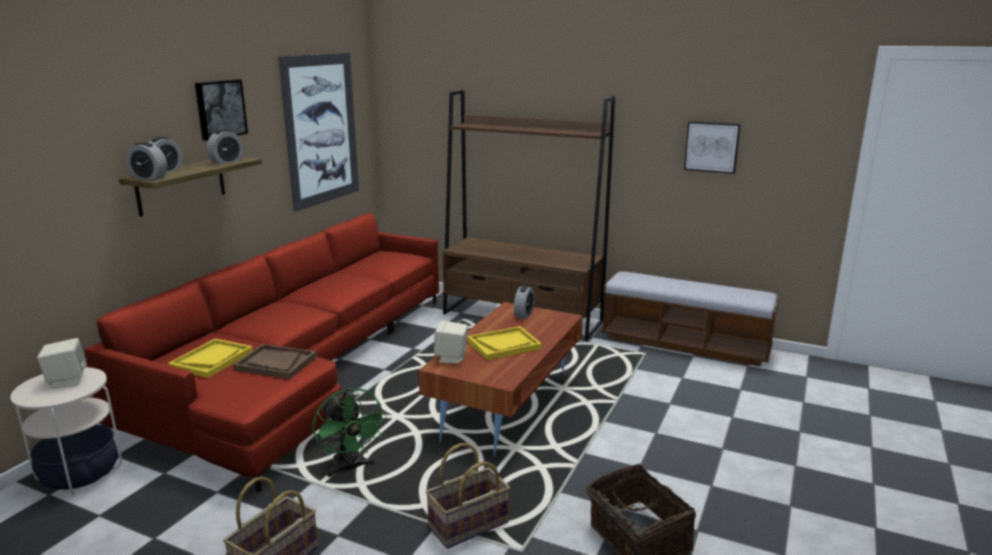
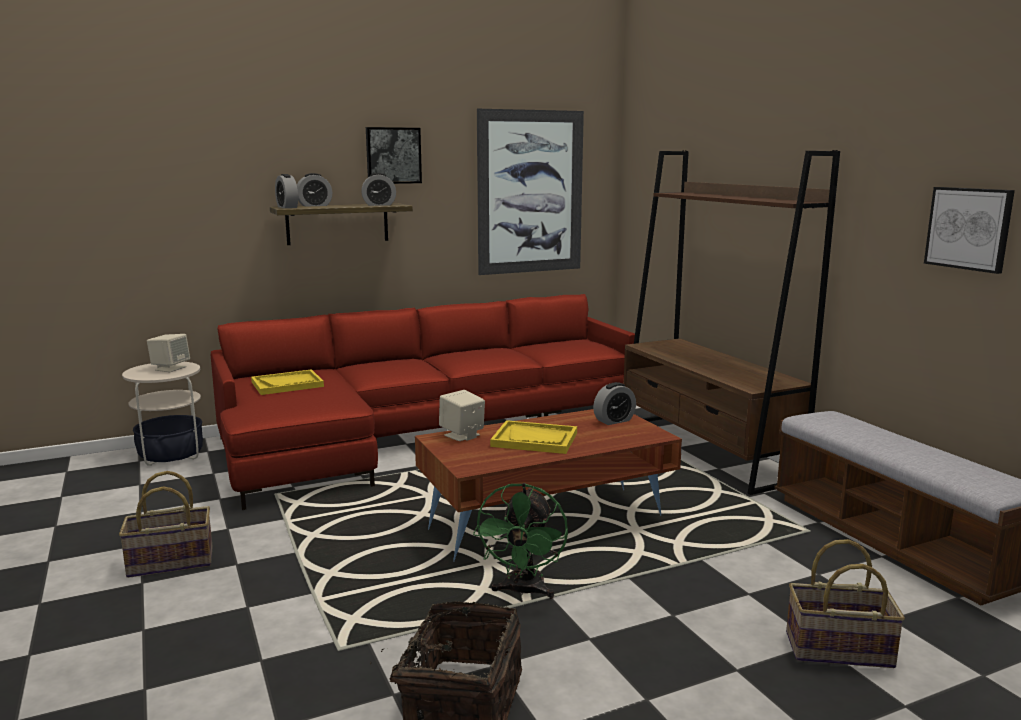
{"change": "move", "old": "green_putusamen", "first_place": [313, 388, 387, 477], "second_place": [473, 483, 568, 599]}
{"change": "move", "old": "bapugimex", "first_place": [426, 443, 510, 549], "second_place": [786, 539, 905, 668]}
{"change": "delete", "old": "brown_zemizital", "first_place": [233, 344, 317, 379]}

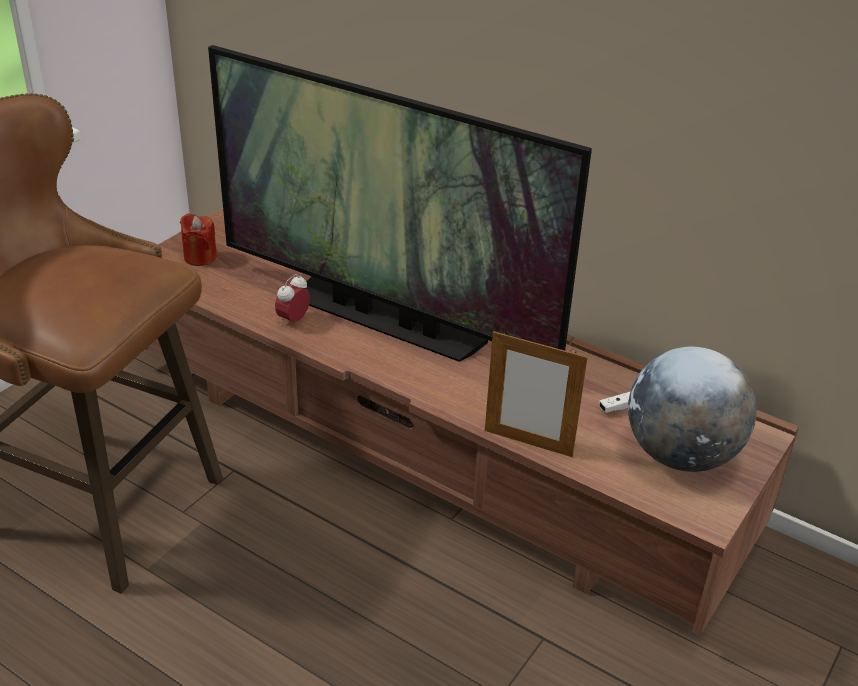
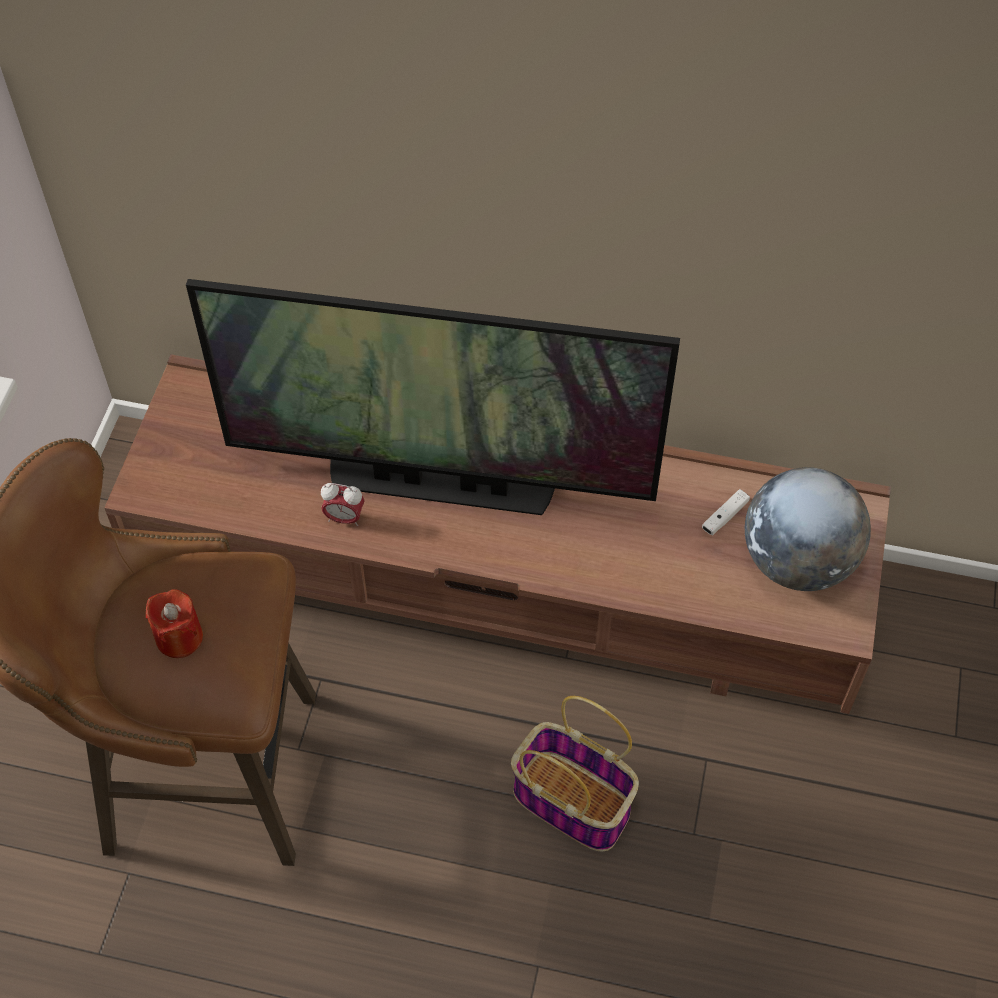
{"change": "move", "old": "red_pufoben", "first_place": [180, 213, 217, 266], "second_place": [146, 589, 203, 658]}
{"change": "rotate", "old": "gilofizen", "first_place": [275, 274, 310, 325], "second_place": [321, 483, 365, 526], "degrees": -90}
{"change": "insert", "new": "bapugimex", "second_place": [511, 696, 639, 852]}
{"change": "delete", "old": "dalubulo", "first_place": [485, 331, 588, 457]}

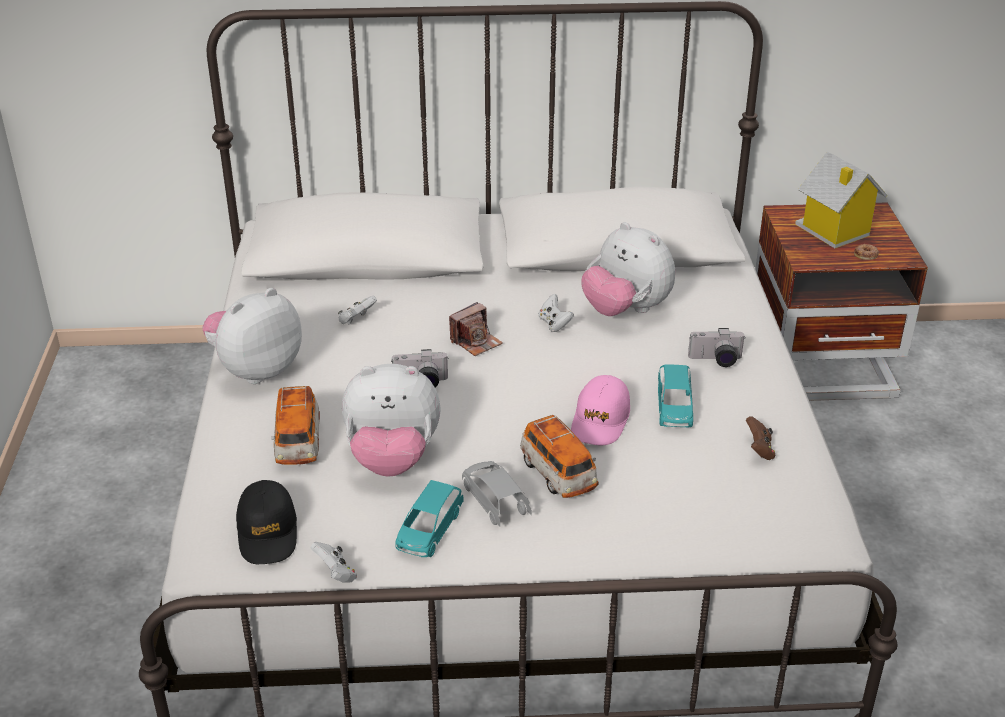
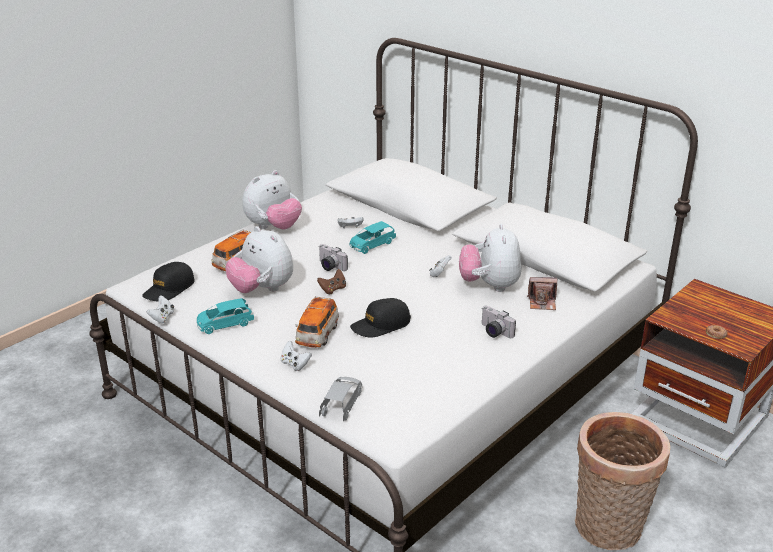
{"change": "rotate", "old": "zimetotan", "first_place": [202, 288, 302, 384], "second_place": [242, 170, 302, 230], "degrees": 135}
{"change": "insert", "new": "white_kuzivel", "second_place": [280, 341, 312, 371]}
{"change": "move", "old": "brown_kuzivel", "first_place": [746, 416, 775, 460], "second_place": [317, 269, 346, 294]}
{"change": "move", "old": "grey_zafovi", "first_place": [462, 461, 532, 527], "second_place": [319, 377, 362, 421]}
{"change": "move", "old": "turquoise_zafovi", "first_place": [658, 365, 693, 428], "second_place": [350, 221, 396, 254]}
{"change": "recolor", "old": "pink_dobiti", "new": "black_dobiti", "first_place": [571, 375, 630, 446], "second_place": [350, 298, 411, 337]}
{"change": "move", "old": "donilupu", "first_place": [449, 302, 503, 356], "second_place": [527, 277, 557, 310]}
{"change": "insert", "new": "bapugimex", "second_place": [575, 412, 670, 550]}
{"change": "delete", "old": "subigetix", "first_place": [795, 151, 887, 248]}

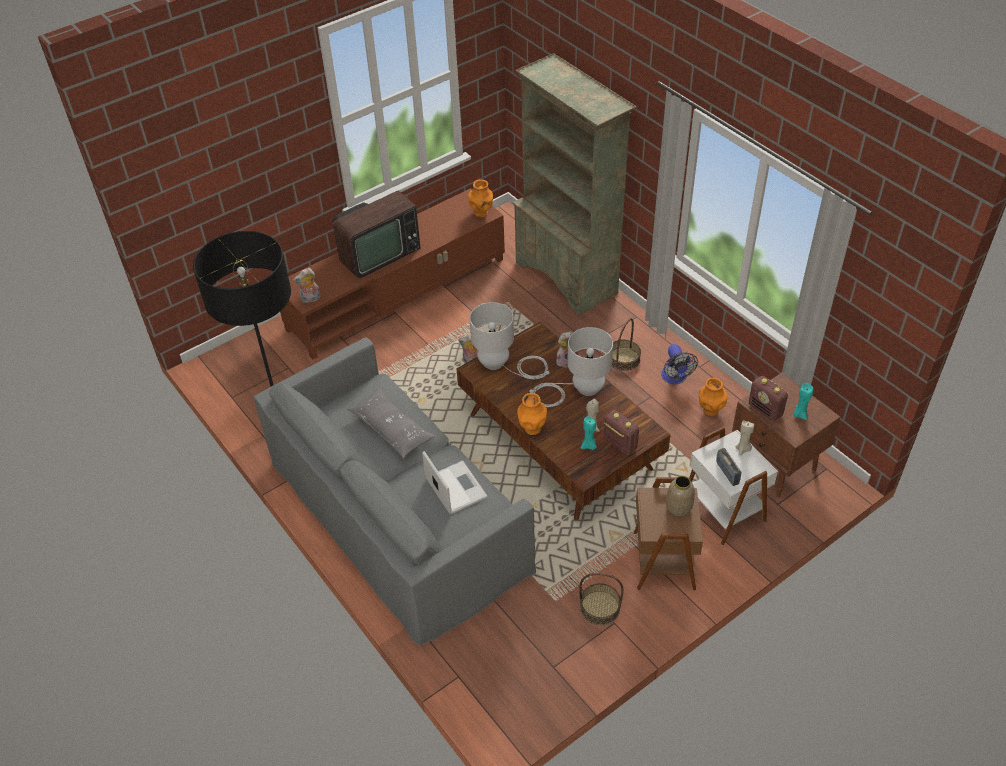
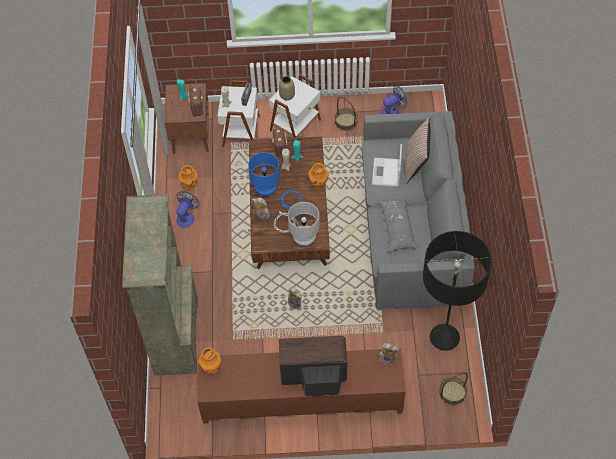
{"change": "recolor", "old": "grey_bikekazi", "new": "blue_bikekazi", "first_place": [529, 327, 613, 407], "second_place": [248, 152, 302, 209]}
{"change": "recolor", "old": "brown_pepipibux", "new": "white_pepipibux", "first_place": [634, 477, 703, 590], "second_place": [269, 74, 321, 138]}
{"change": "insert", "new": "putusamen", "second_place": [381, 86, 407, 114]}
{"change": "insert", "new": "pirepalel", "second_place": [405, 117, 430, 184]}
{"change": "move", "old": "bapugimex", "first_place": [612, 318, 641, 371], "second_place": [439, 373, 468, 406]}

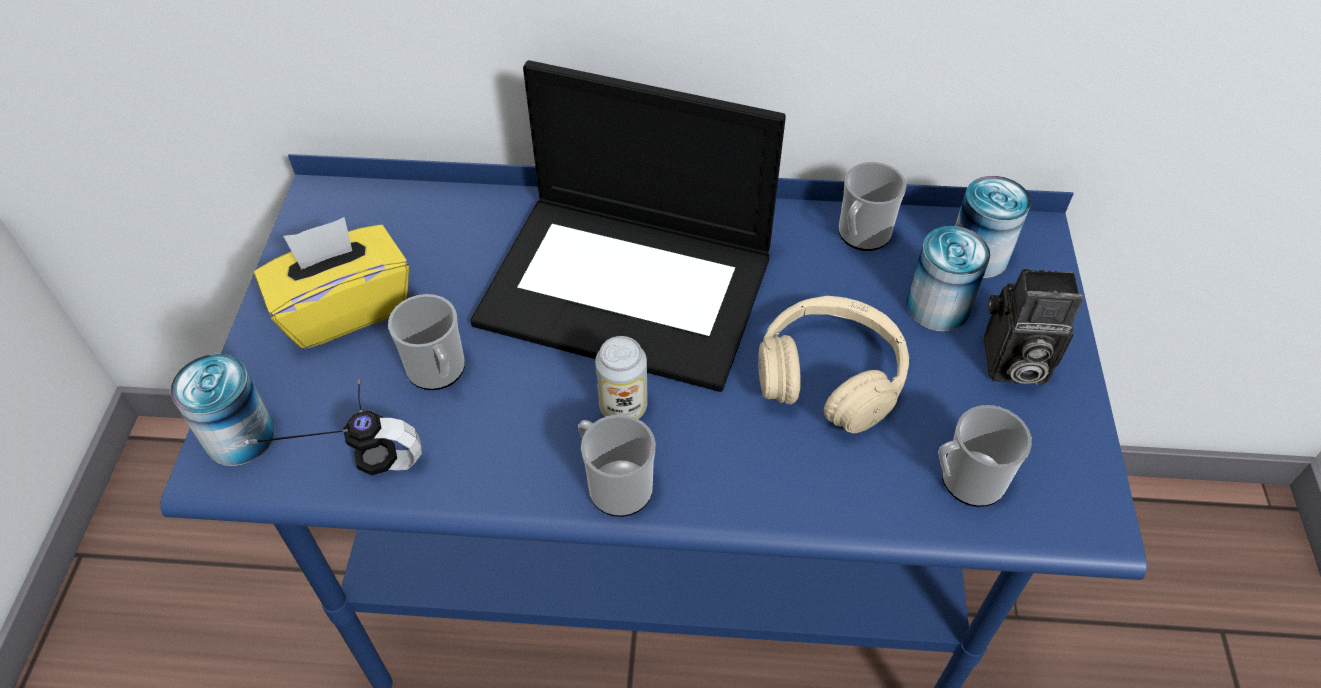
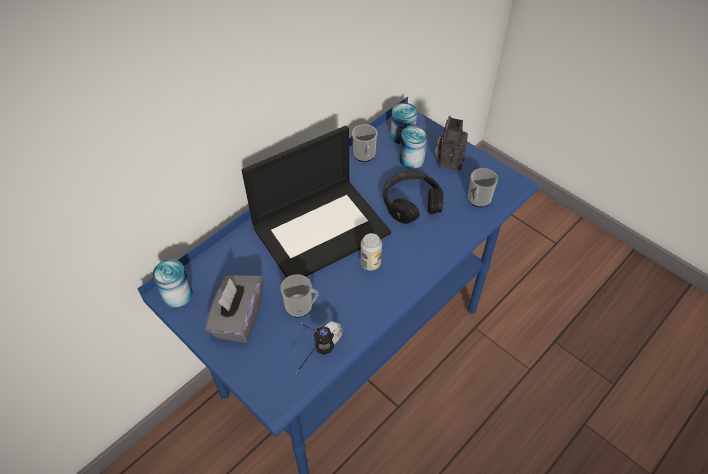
{"change": "move", "old": "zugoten", "first_place": [171, 354, 275, 466], "second_place": [152, 259, 193, 307]}
{"change": "recolor", "old": "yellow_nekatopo", "new": "grey_nekatopo", "first_place": [254, 217, 409, 349], "second_place": [205, 275, 263, 343]}
{"change": "recolor", "old": "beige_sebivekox", "new": "black_sebivekox", "first_place": [758, 296, 909, 433], "second_place": [383, 171, 444, 224]}
{"change": "rotate", "old": "donilupu", "first_place": [984, 269, 1084, 385], "second_place": [435, 116, 468, 171], "degrees": 150}
{"change": "delete", "old": "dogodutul", "first_place": [578, 415, 656, 517]}

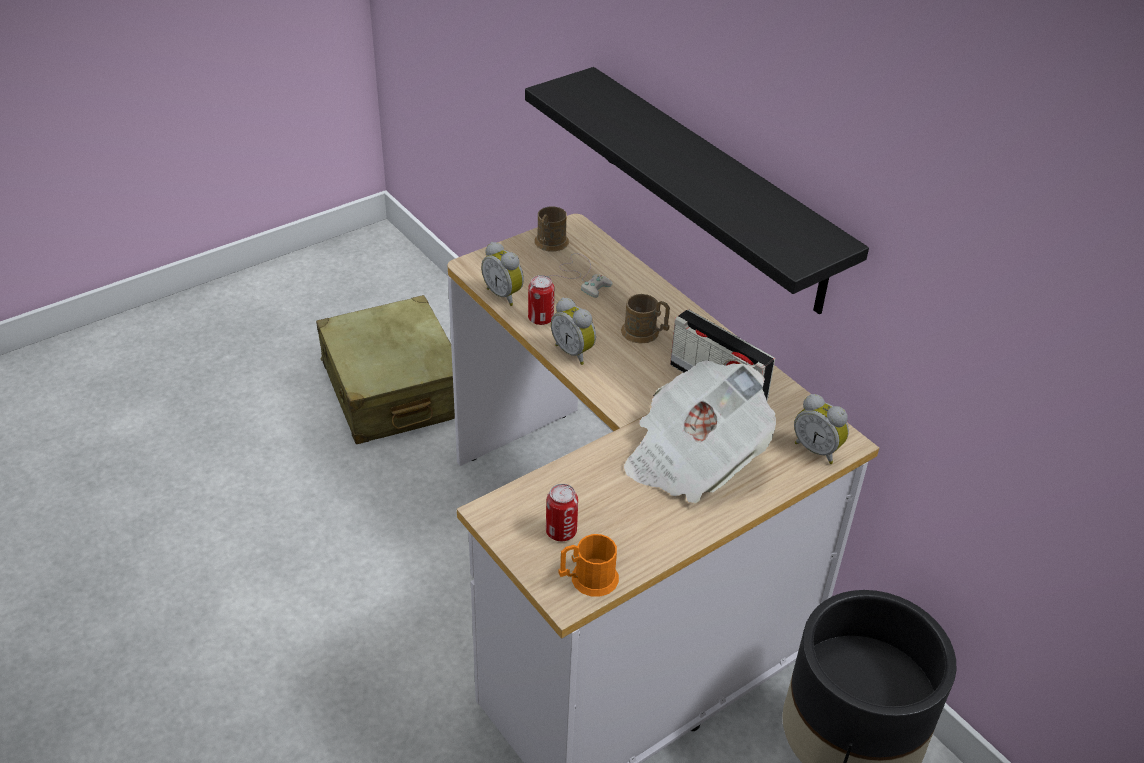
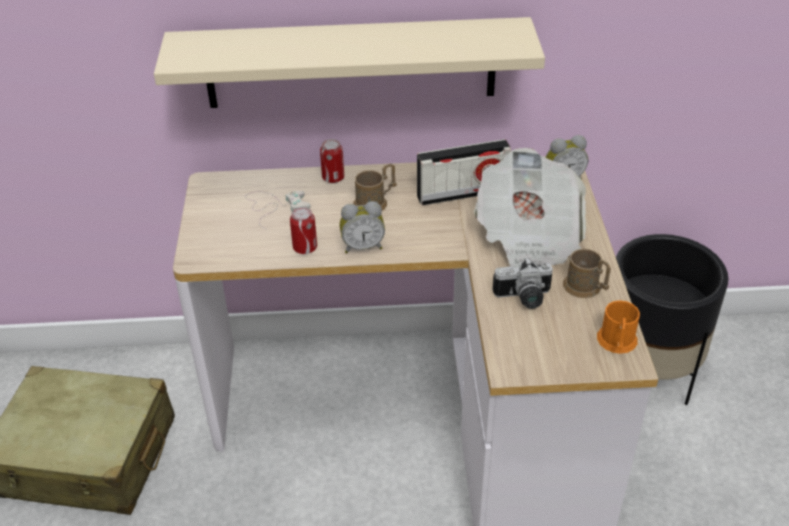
{"change": "recolor", "old": "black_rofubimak", "new": "beige_rofubimak", "first_place": [525, 67, 869, 314], "second_place": [154, 17, 545, 108]}
{"change": "move", "old": "zugoten", "first_place": [546, 484, 578, 541], "second_place": [320, 139, 344, 183]}
{"change": "insert", "new": "donilupu", "second_place": [492, 258, 553, 309]}
{"change": "move", "old": "brown_dogodutul", "first_place": [534, 207, 569, 252], "second_place": [563, 249, 611, 298]}
{"change": "delete", "old": "gilofizen", "first_place": [481, 242, 524, 306]}

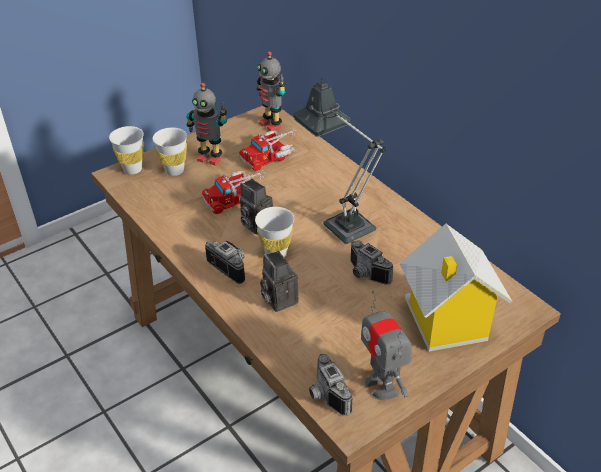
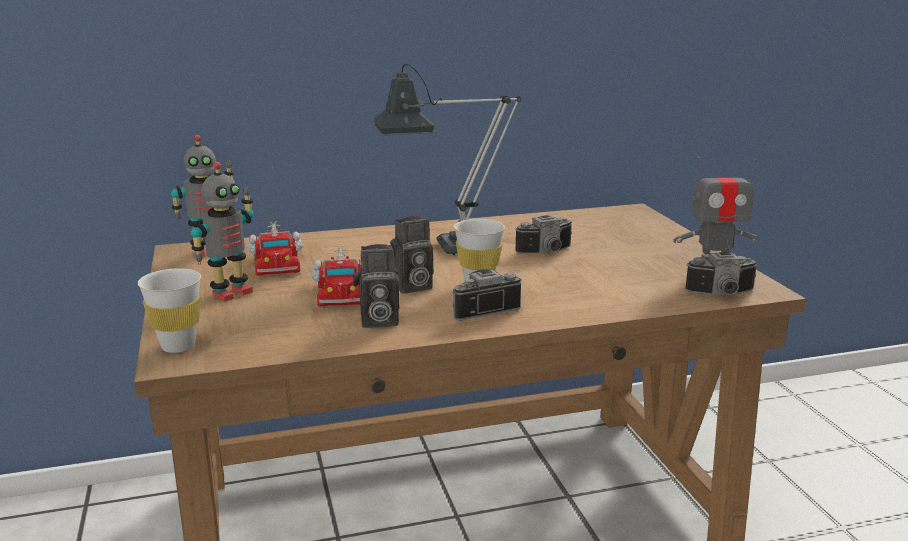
{"change": "move", "old": "donilupu", "first_place": [260, 251, 299, 312], "second_place": [353, 244, 399, 328]}
{"change": "delete", "old": "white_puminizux", "first_place": [153, 127, 187, 176]}
{"change": "delete", "old": "subigetix", "first_place": [400, 224, 512, 352]}

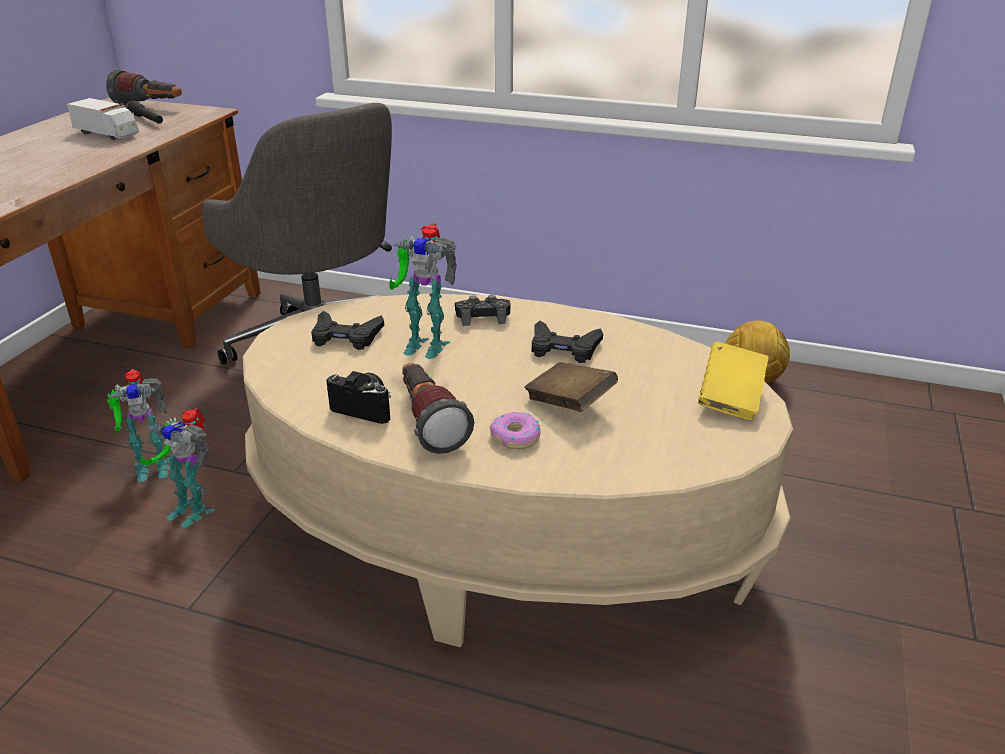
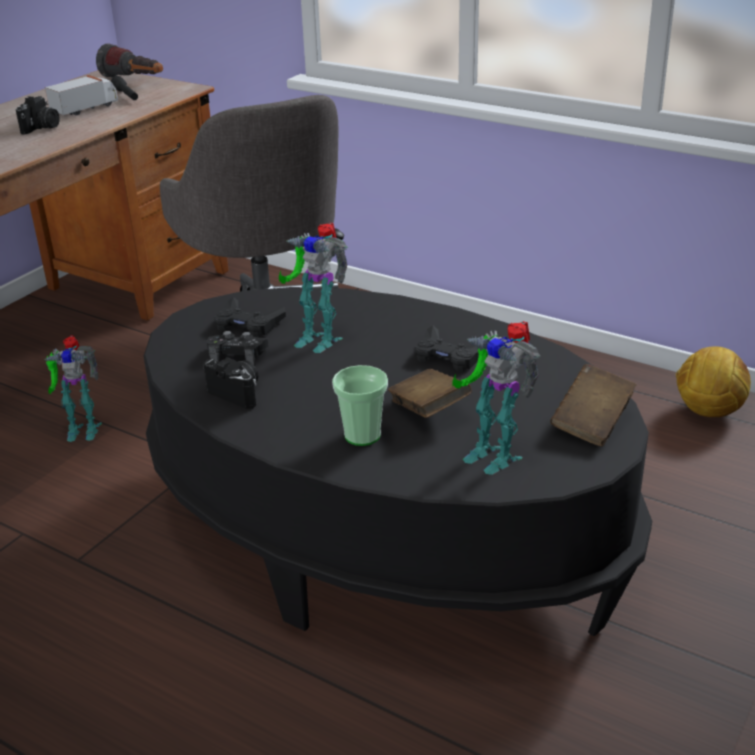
{"change": "insert", "new": "donilupu", "second_place": [16, 96, 60, 135]}
{"change": "rotate", "old": "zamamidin", "first_place": [67, 98, 139, 140], "second_place": [45, 75, 118, 115], "degrees": -90}
{"change": "recolor", "old": "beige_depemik", "new": "black_depemik", "first_place": [243, 294, 793, 647], "second_place": [143, 287, 652, 636]}
{"change": "move", "old": "black_kuzivel", "first_place": [455, 295, 510, 326], "second_place": [207, 331, 269, 364]}
{"change": "replace", "old": "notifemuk", "new": "puminizux", "first_place": [489, 412, 541, 449], "second_place": [332, 365, 388, 446]}
{"change": "move", "old": "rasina", "first_place": [140, 408, 215, 528], "second_place": [453, 321, 541, 475]}
{"change": "recolor", "old": "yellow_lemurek", "new": "brown_lemurek", "first_place": [698, 342, 769, 420], "second_place": [550, 364, 637, 446]}
{"change": "delete", "old": "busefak", "first_place": [402, 363, 474, 454]}

